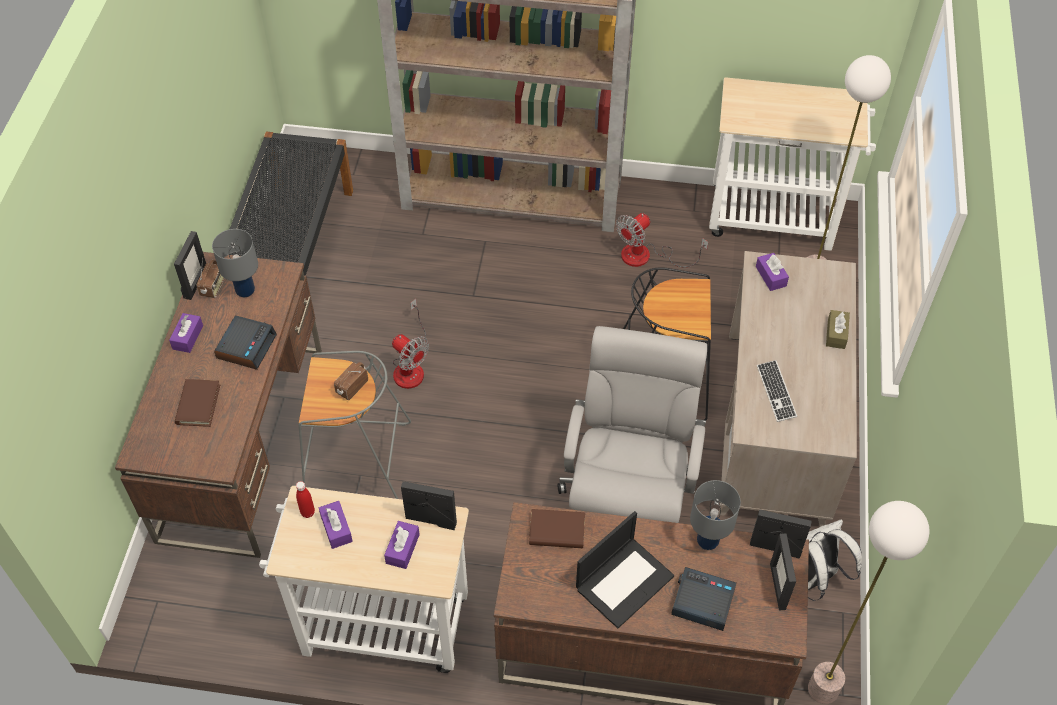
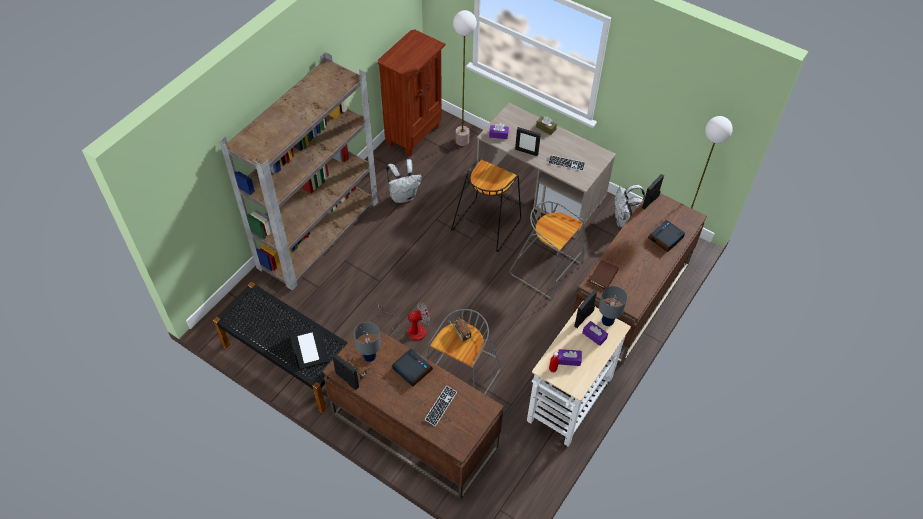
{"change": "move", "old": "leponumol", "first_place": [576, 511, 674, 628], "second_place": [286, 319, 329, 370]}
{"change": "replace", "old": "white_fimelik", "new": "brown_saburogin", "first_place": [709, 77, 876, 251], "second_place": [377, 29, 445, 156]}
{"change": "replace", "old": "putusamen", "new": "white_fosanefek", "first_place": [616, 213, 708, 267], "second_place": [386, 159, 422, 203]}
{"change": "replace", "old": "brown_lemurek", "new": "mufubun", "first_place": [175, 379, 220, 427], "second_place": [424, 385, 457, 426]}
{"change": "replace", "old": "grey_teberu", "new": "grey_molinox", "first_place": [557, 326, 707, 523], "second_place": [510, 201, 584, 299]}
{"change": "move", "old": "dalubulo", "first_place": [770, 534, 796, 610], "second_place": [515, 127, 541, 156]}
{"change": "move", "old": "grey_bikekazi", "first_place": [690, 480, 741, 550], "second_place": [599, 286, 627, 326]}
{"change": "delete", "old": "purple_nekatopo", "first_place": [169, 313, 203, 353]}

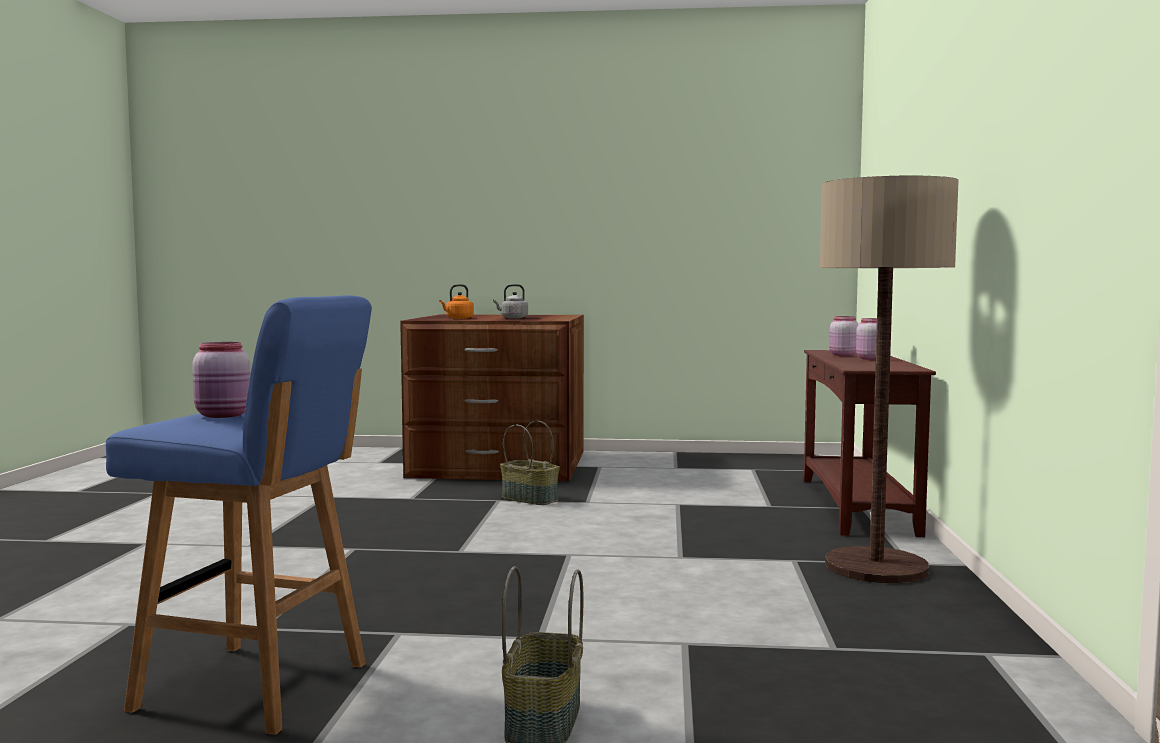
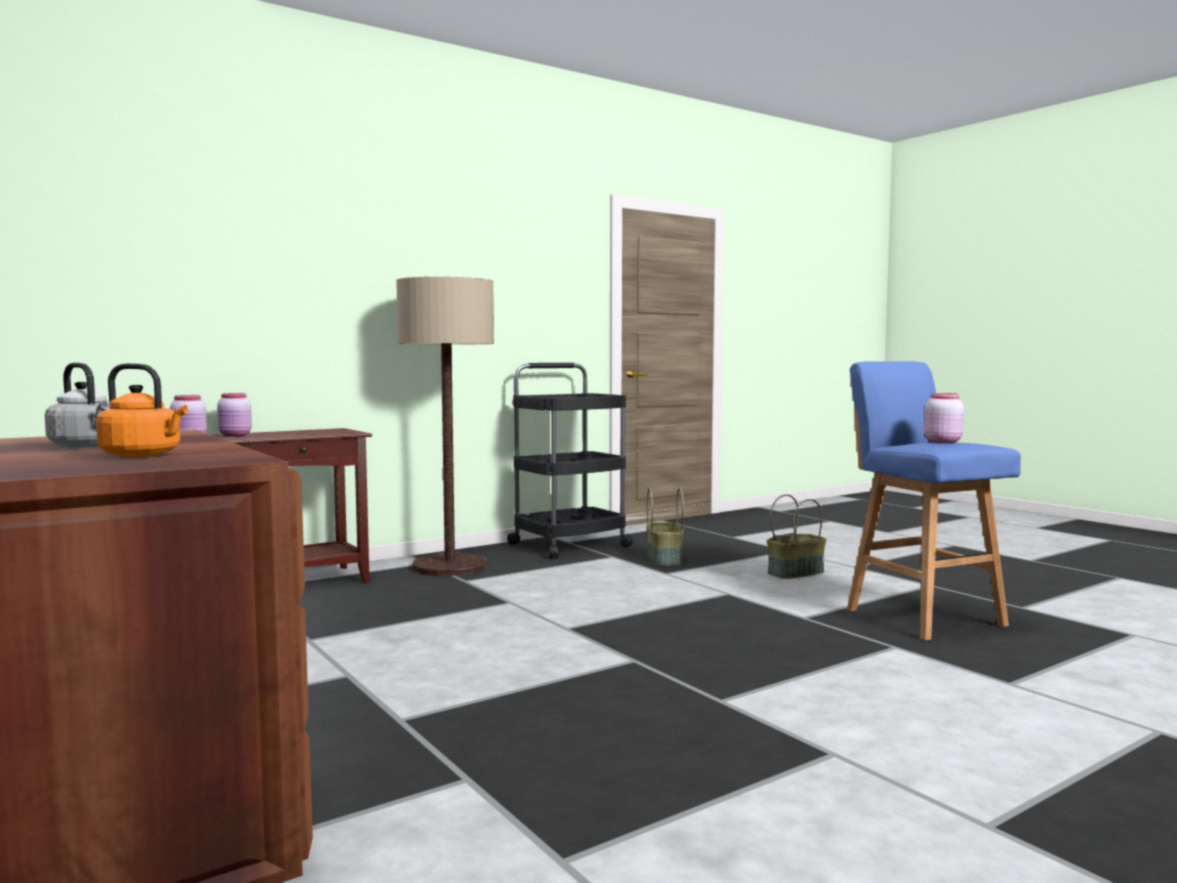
{"change": "insert", "new": "black_fimelik", "second_place": [507, 363, 633, 558]}
{"change": "move", "old": "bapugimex", "first_place": [500, 421, 560, 505], "second_place": [647, 488, 684, 566]}

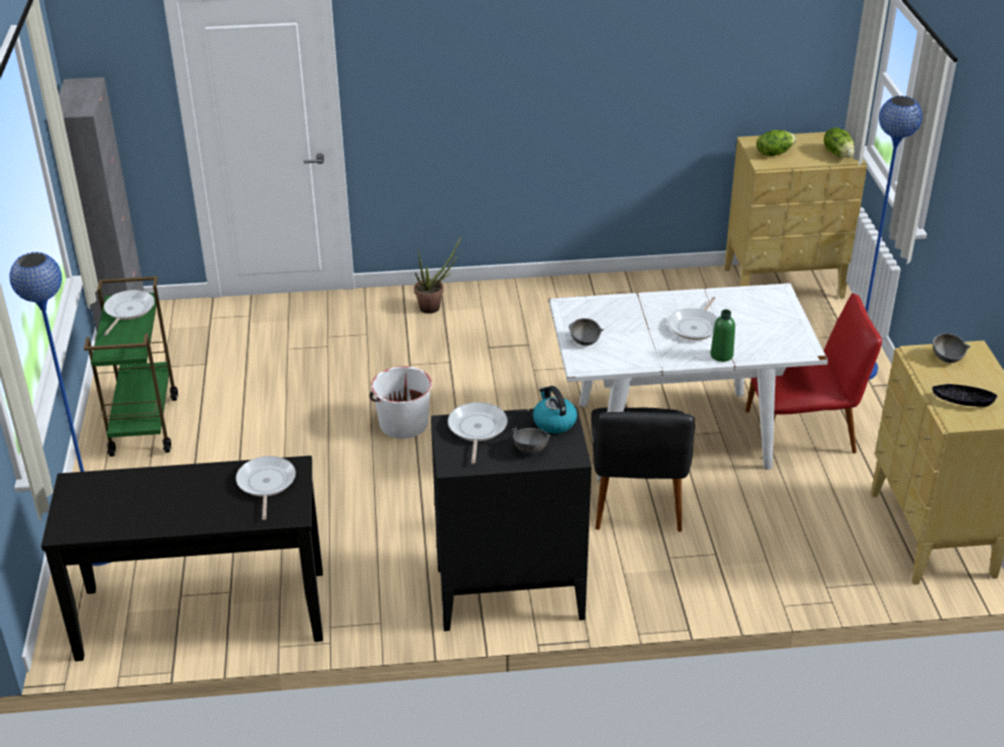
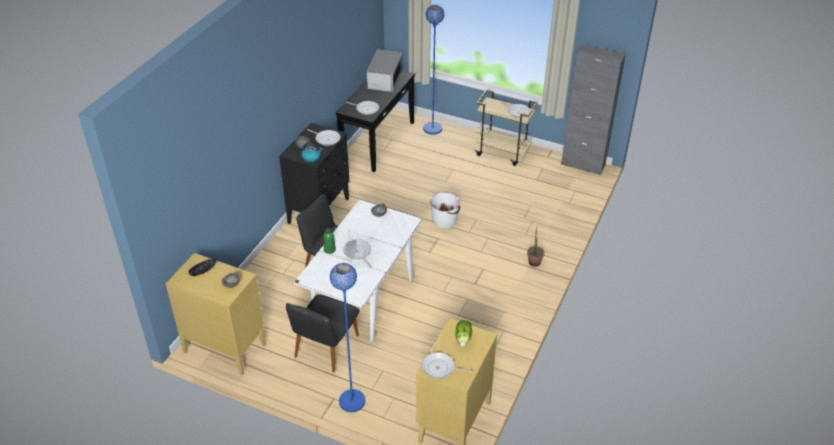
{"change": "recolor", "old": "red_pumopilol", "new": "black_pumopilol", "first_place": [745, 293, 882, 453], "second_place": [286, 295, 359, 373]}
{"change": "insert", "new": "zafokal", "second_place": [367, 49, 402, 92]}
{"change": "replace", "old": "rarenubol", "new": "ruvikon", "first_place": [824, 127, 855, 157], "second_place": [422, 352, 473, 379]}
{"change": "recolor", "old": "green_fimelik", "new": "beige_fimelik", "first_place": [84, 276, 178, 457], "second_place": [475, 89, 538, 166]}

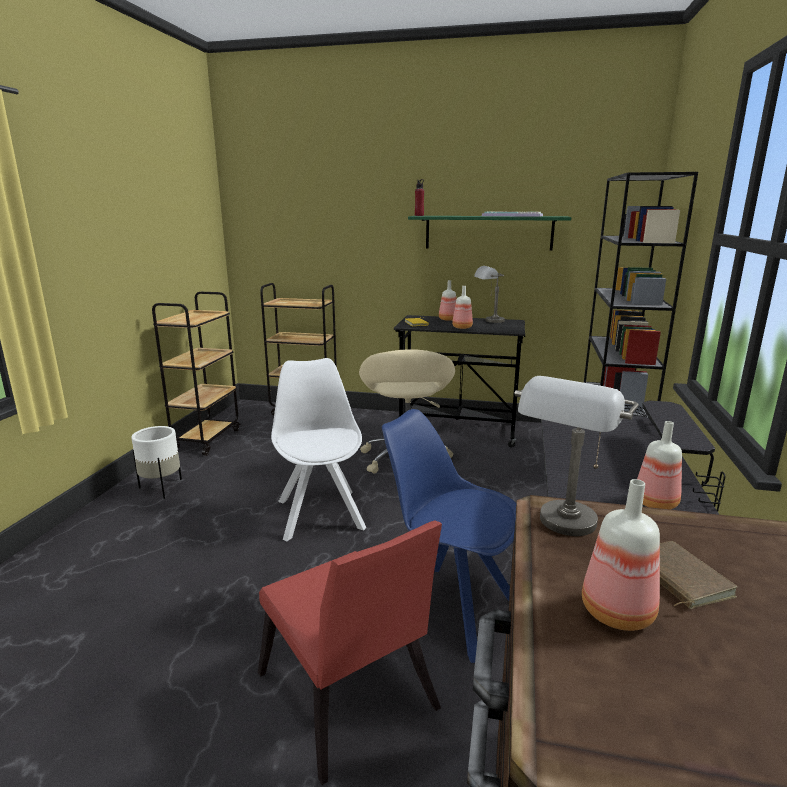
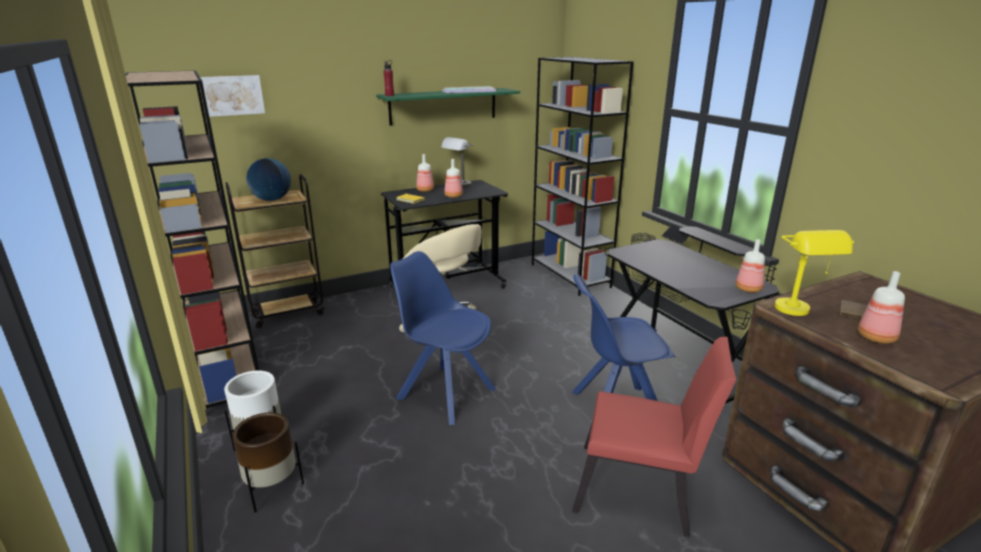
{"change": "replace", "old": "brown_fimelik", "new": "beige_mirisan", "first_place": [152, 292, 241, 456], "second_place": [125, 70, 259, 408]}
{"change": "insert", "new": "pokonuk", "second_place": [200, 75, 265, 117]}
{"change": "insert", "new": "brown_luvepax", "second_place": [232, 412, 304, 513]}
{"change": "insert", "new": "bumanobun", "second_place": [246, 158, 291, 201]}
{"change": "recolor", "old": "white_pumopilol", "new": "blue_pumopilol", "first_place": [271, 358, 366, 541], "second_place": [390, 251, 496, 425]}
{"change": "recolor", "old": "grey_bikekazi", "new": "yellow_bikekazi", "first_place": [514, 376, 639, 536], "second_place": [774, 230, 854, 316]}

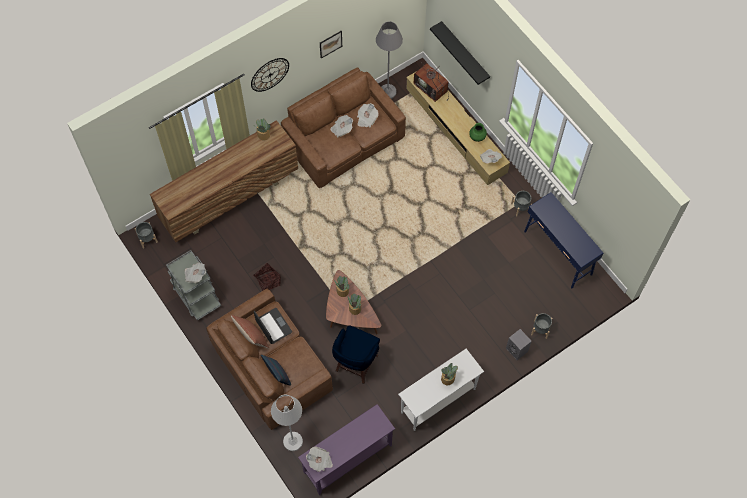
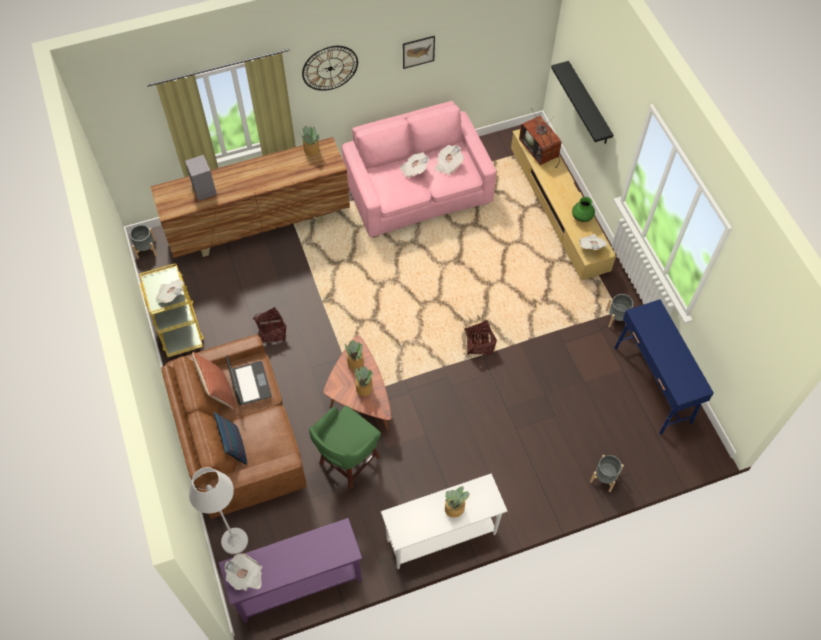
{"change": "recolor", "old": "grey_fimelik", "new": "yellow_fimelik", "first_place": [166, 250, 221, 321], "second_place": [139, 263, 204, 357]}
{"change": "move", "old": "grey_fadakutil", "first_place": [506, 329, 532, 360], "second_place": [185, 155, 217, 201]}
{"change": "recolor", "old": "blue_molinox", "new": "green_molinox", "first_place": [332, 325, 380, 384], "second_place": [309, 406, 381, 490]}
{"change": "recolor", "old": "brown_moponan", "new": "pink_moponan", "first_place": [281, 67, 406, 188], "second_place": [342, 101, 497, 238]}
{"change": "insert", "new": "bapugimex", "second_place": [465, 320, 497, 355]}
{"change": "delete", "old": "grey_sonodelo", "first_place": [376, 21, 403, 99]}

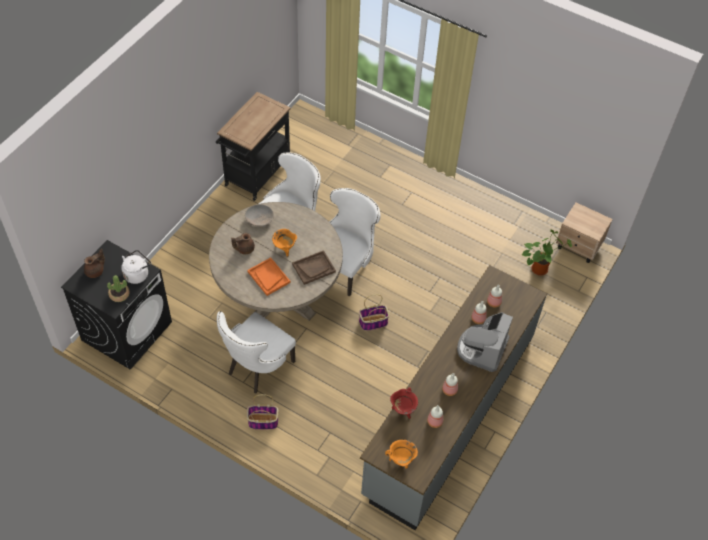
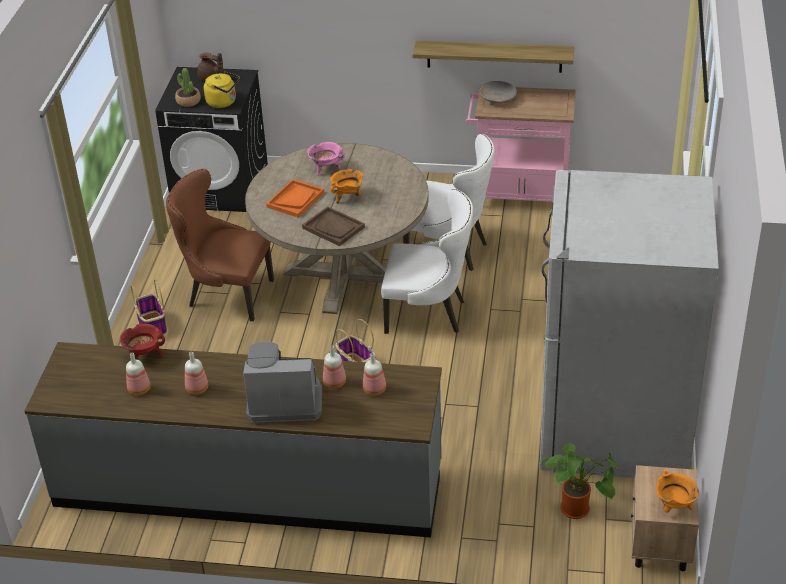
{"change": "recolor", "old": "white_pumopilol", "new": "brown_pumopilol", "first_place": [217, 311, 296, 394], "second_place": [166, 169, 274, 322]}
{"change": "recolor", "old": "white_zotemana", "new": "yellow_zotemana", "first_place": [121, 250, 152, 284], "second_place": [204, 71, 240, 108]}
{"change": "replace", "old": "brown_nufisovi", "new": "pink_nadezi", "first_place": [231, 233, 255, 254], "second_place": [307, 142, 345, 176]}
{"change": "insert", "new": "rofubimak", "second_place": [412, 40, 574, 73]}
{"change": "recolor", "old": "black_fimelik", "new": "pink_fimelik", "first_place": [216, 92, 291, 201], "second_place": [466, 86, 576, 202]}
{"change": "move", "old": "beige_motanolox", "first_place": [245, 204, 274, 227], "second_place": [480, 81, 517, 105]}
{"change": "insert", "new": "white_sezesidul", "second_place": [539, 170, 719, 478]}
{"change": "move", "old": "orange_nadezi", "first_place": [385, 440, 418, 469], "second_place": [656, 470, 699, 513]}

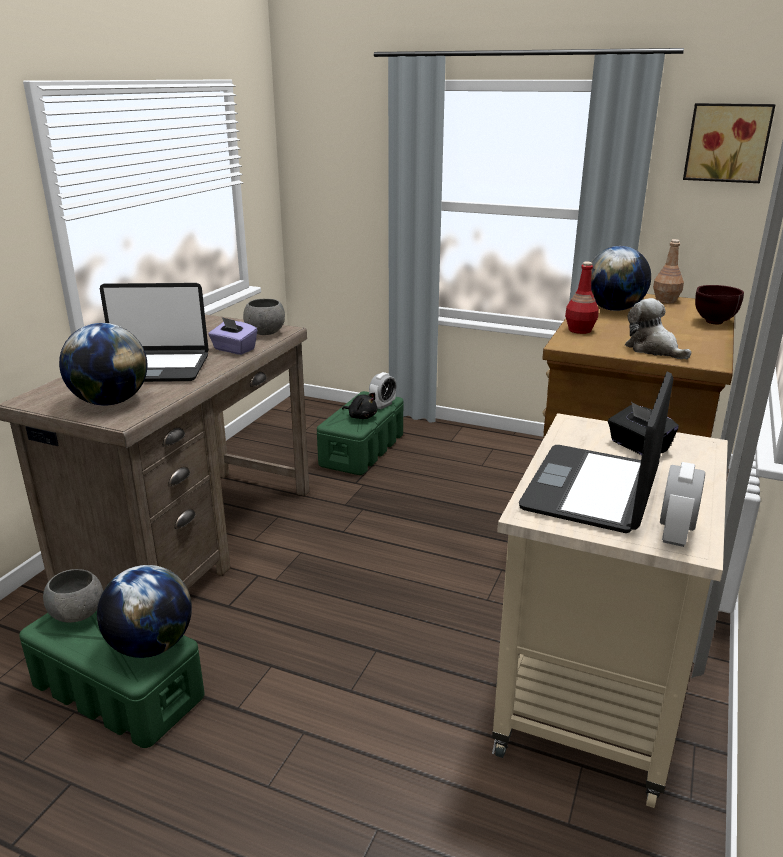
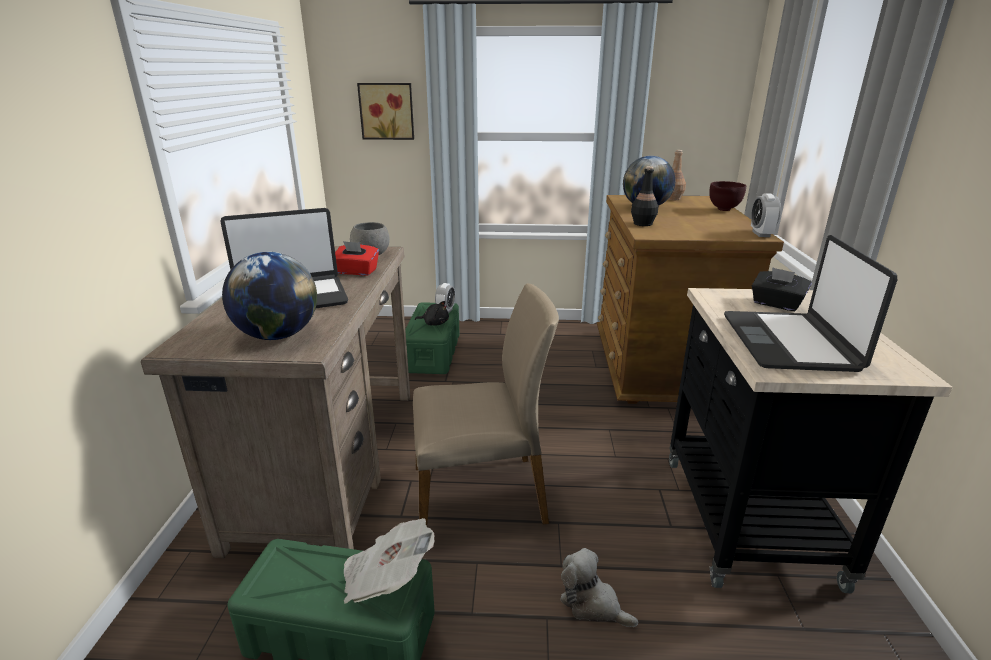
{"change": "recolor", "old": "purple_nekatopo", "new": "red_nekatopo", "first_place": [208, 317, 257, 355], "second_place": [335, 241, 379, 276]}
{"change": "replace", "old": "bumanobun", "new": "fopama", "first_place": [97, 565, 192, 658], "second_place": [344, 518, 435, 604]}
{"change": "move", "old": "pokonuk", "first_place": [683, 103, 776, 183], "second_place": [357, 83, 414, 140]}
{"change": "insert", "new": "beige_pumopilol", "second_place": [413, 283, 559, 526]}
{"change": "move", "old": "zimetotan", "first_place": [625, 298, 691, 359], "second_place": [560, 548, 638, 627]}
{"change": "recolor", "old": "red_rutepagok", "new": "black_rutepagok", "first_place": [565, 261, 599, 334], "second_place": [631, 166, 658, 226]}
{"change": "recolor", "old": "beige_fimelik", "new": "black_fimelik", "first_place": [492, 413, 728, 808], "second_place": [669, 288, 953, 593]}
{"change": "move", "old": "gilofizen", "first_place": [660, 462, 705, 547], "second_place": [751, 193, 781, 237]}
{"change": "delete", "old": "grey_motanolox", "first_place": [43, 569, 103, 622]}

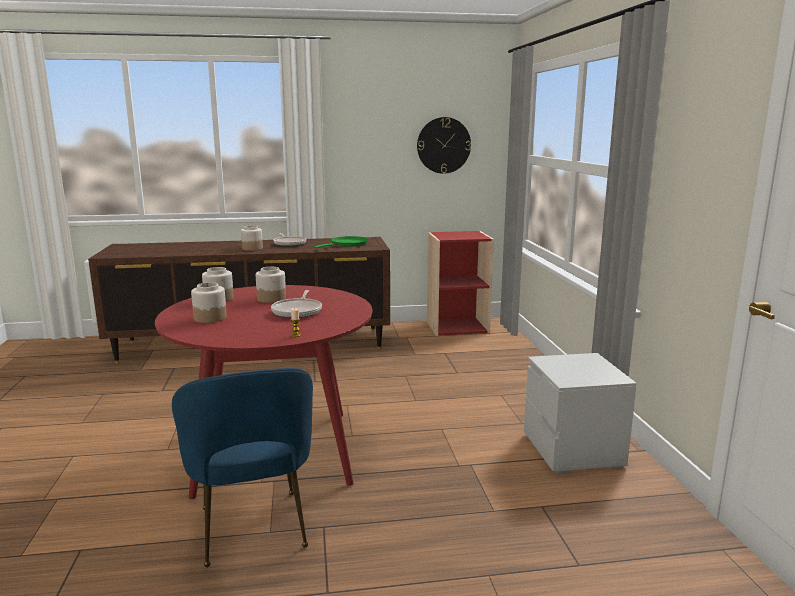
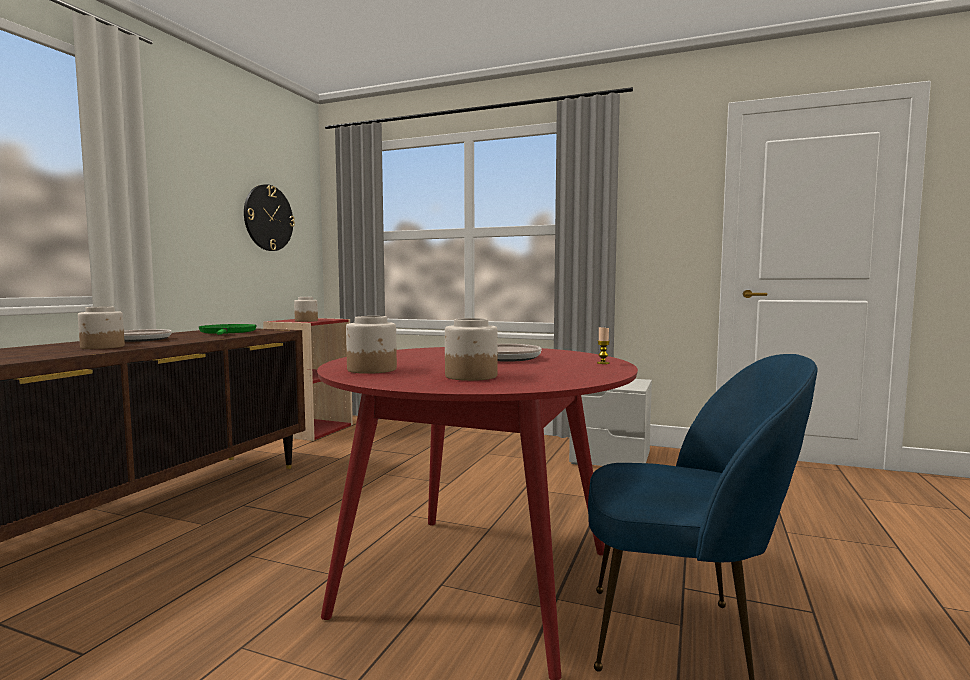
{"change": "move", "old": "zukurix", "first_place": [256, 267, 286, 303], "second_place": [294, 297, 318, 322]}

